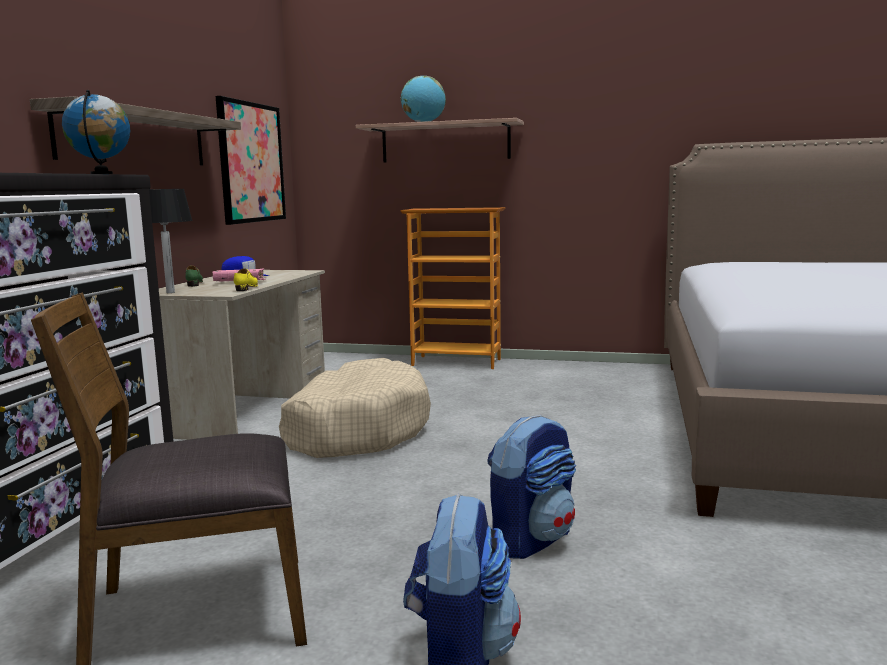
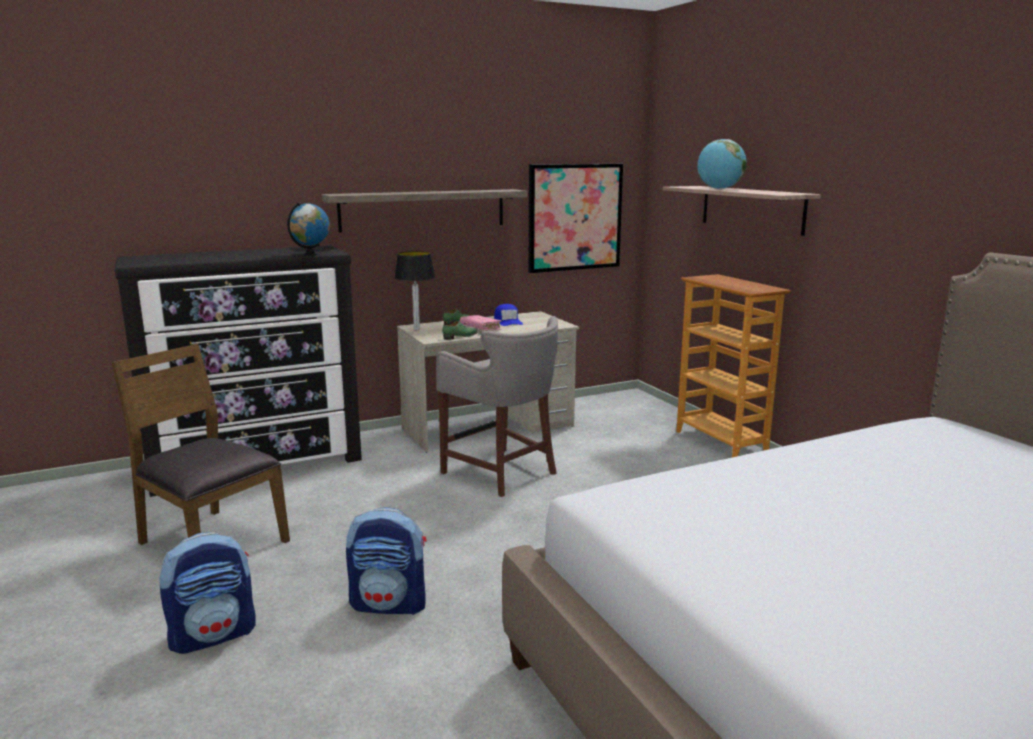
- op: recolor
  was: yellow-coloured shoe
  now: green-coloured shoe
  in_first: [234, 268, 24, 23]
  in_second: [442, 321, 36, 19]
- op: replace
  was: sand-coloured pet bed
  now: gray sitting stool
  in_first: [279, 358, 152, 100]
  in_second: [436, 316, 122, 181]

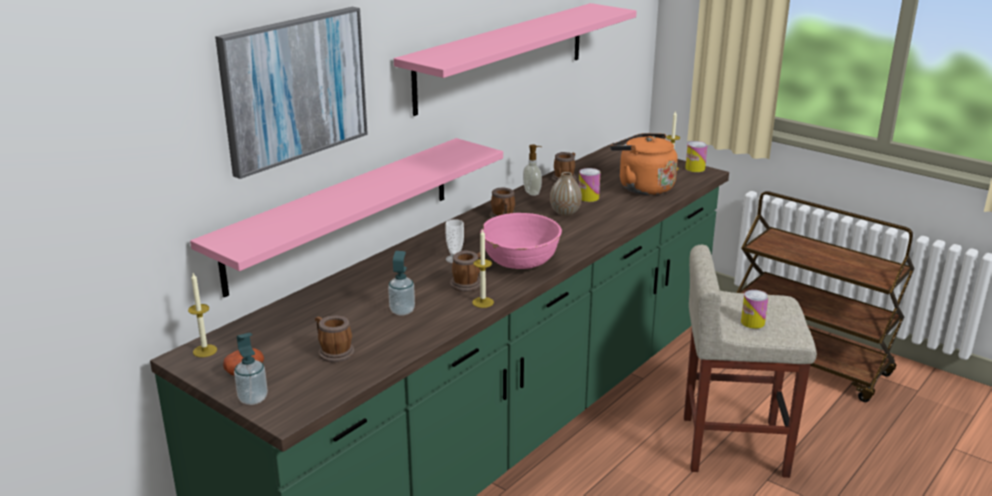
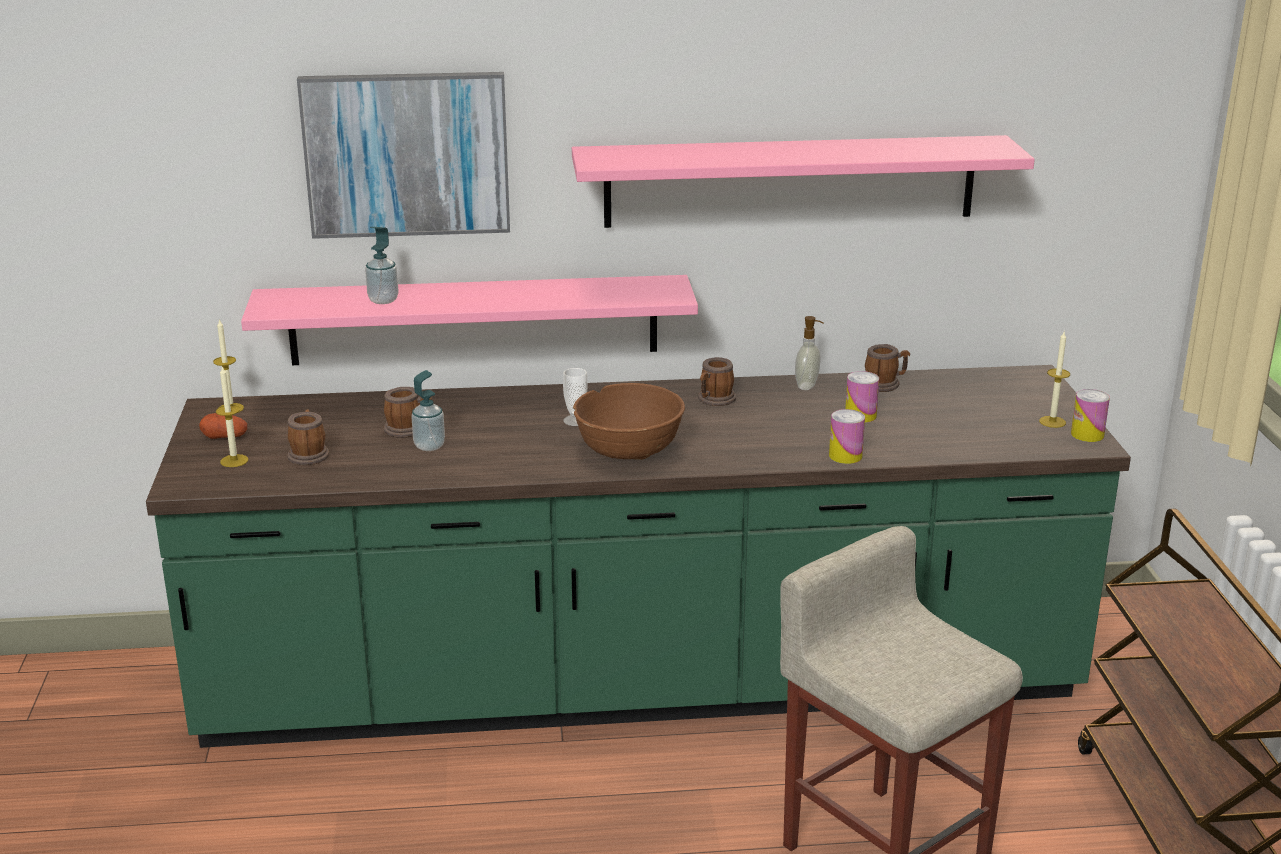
- op: delete
  was: orange-coloured tea kettle
  in_first: [610, 133, 68, 62]
- op: delete
  was: decorative vase
  in_first: [550, 172, 32, 44]
- op: recolor
  was: pink deep dish
  now: brownish deep dish
  in_first: [481, 213, 81, 56]
  in_second: [573, 383, 112, 77]
- op: move
  was: wax candle
  in_first: [472, 229, 22, 79]
  in_second: [216, 366, 32, 101]
- op: move
  was: coffee mug
  in_first: [450, 250, 30, 42]
  in_second: [384, 387, 48, 51]
- op: move
  was: sealed can
  in_first: [741, 290, 28, 39]
  in_second: [829, 409, 36, 55]
- op: move
  was: soap dispenser
  in_first: [234, 332, 34, 73]
  in_second: [365, 227, 34, 77]

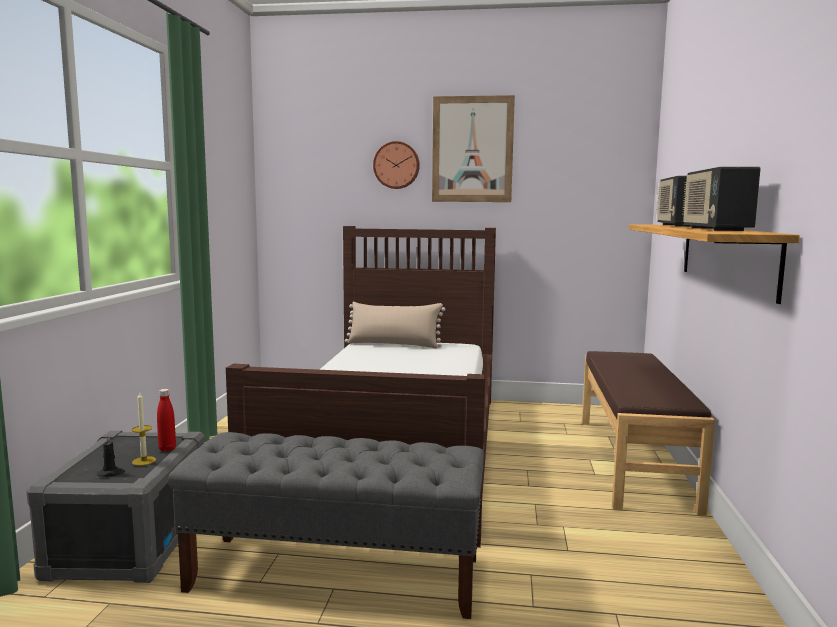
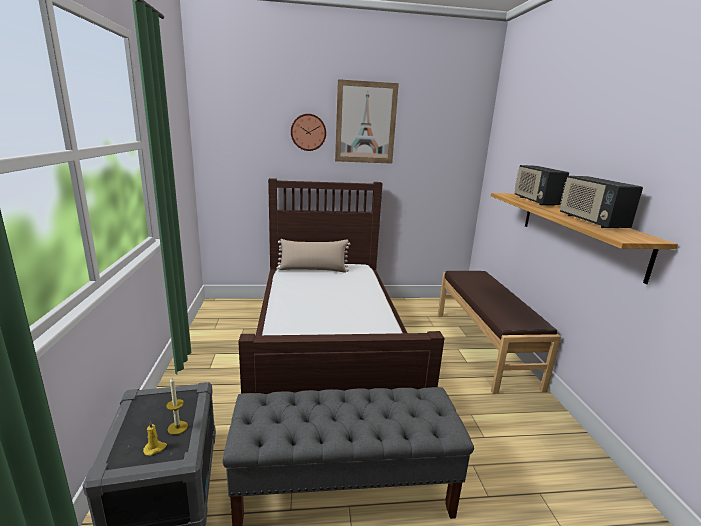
- op: delete
  was: reddish drink bottle
  in_first: [157, 389, 19, 63]
- op: recolor
  was: blackish wax candle
  now: yellow-coloured wax candle
  in_first: [97, 435, 28, 42]
  in_second: [143, 421, 24, 34]

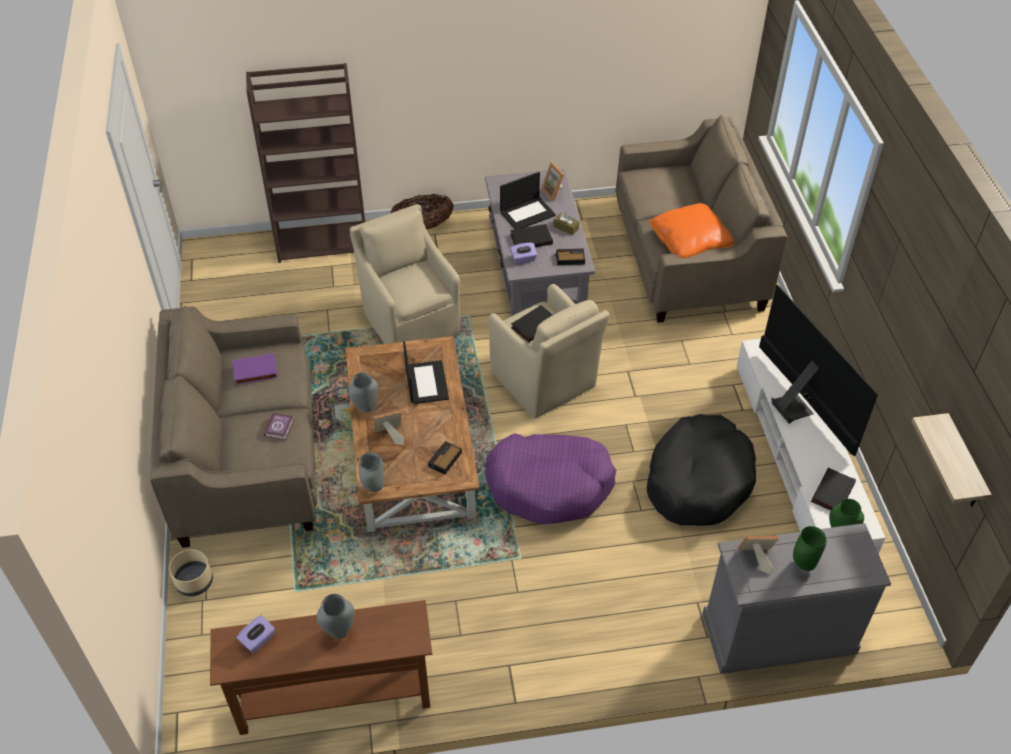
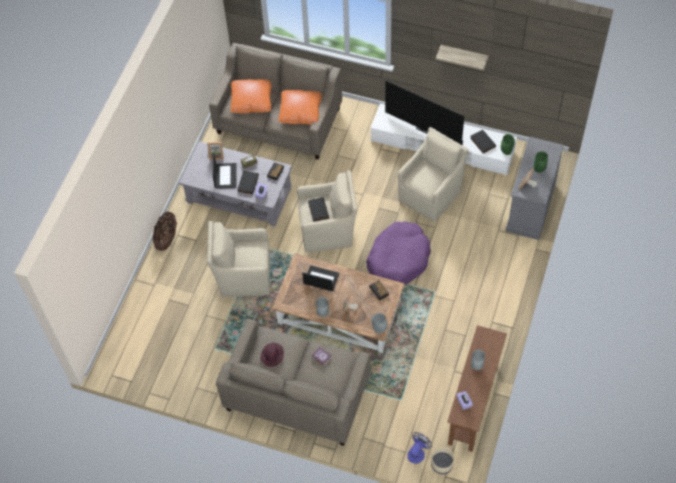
- op: delete
  was: brownish bookcase
  in_first: [246, 63, 119, 200]
- op: rotate
  was: TV
  in_first: [759, 284, 119, 172]
  in_second: [385, 81, 79, 64]
  clockwise: -150
- op: replace
  was: purple-coloured book
  now: purple-coloured clothing hat
  in_first: [232, 354, 46, 31]
  in_second: [260, 343, 24, 24]
- op: move
  was: wall shelf
  in_first: [912, 413, 80, 94]
  in_second: [436, 45, 53, 26]
- op: replace
  was: blackish pet bed
  now: sand-coloured easy chair
  in_first: [647, 414, 109, 112]
  in_second: [398, 127, 70, 95]
- op: move
  was: sand-coloured planter
  in_first: [169, 549, 44, 47]
  in_second: [431, 447, 23, 27]
- op: insert
  now: orange-coloured throw pillow
  in_second: [231, 79, 40, 35]
- op: insert
  now: cooling fan
  in_second: [407, 432, 25, 32]

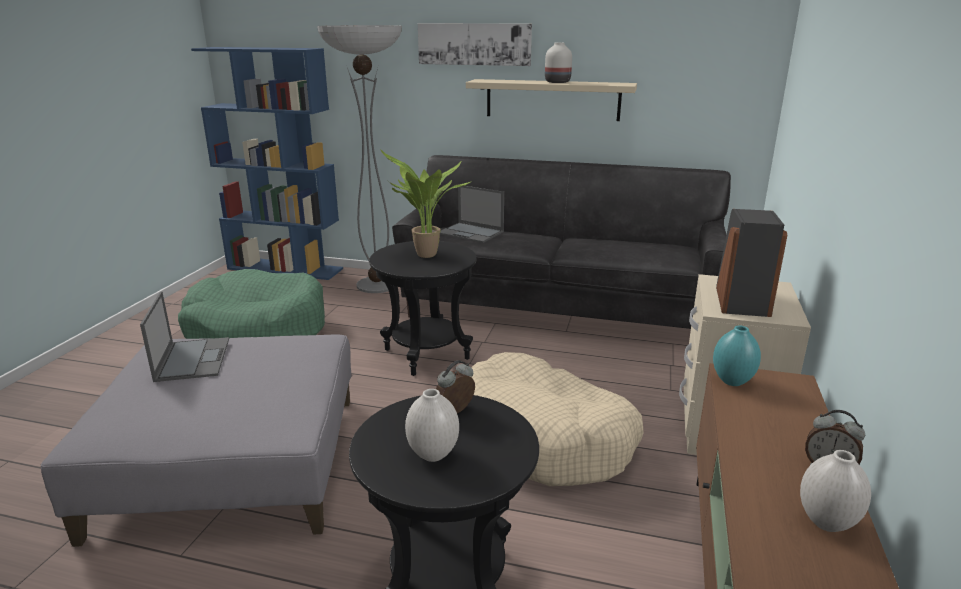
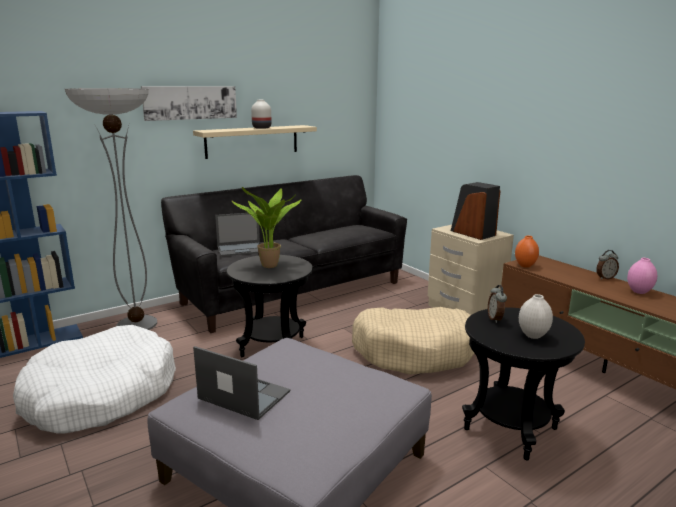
- op: recolor
  was: green-coloured pet bed
  now: white-coloured pet bed
  in_first: [178, 269, 147, 70]
  in_second: [13, 325, 163, 109]
- op: recolor
  was: turquoise-coloured decorative vase
  now: orange-coloured decorative vase
  in_first: [713, 325, 48, 61]
  in_second: [515, 236, 24, 32]
- op: recolor
  was: white-coloured decorative vase
  now: pink decorative vase
  in_first: [800, 450, 71, 82]
  in_second: [627, 258, 30, 36]

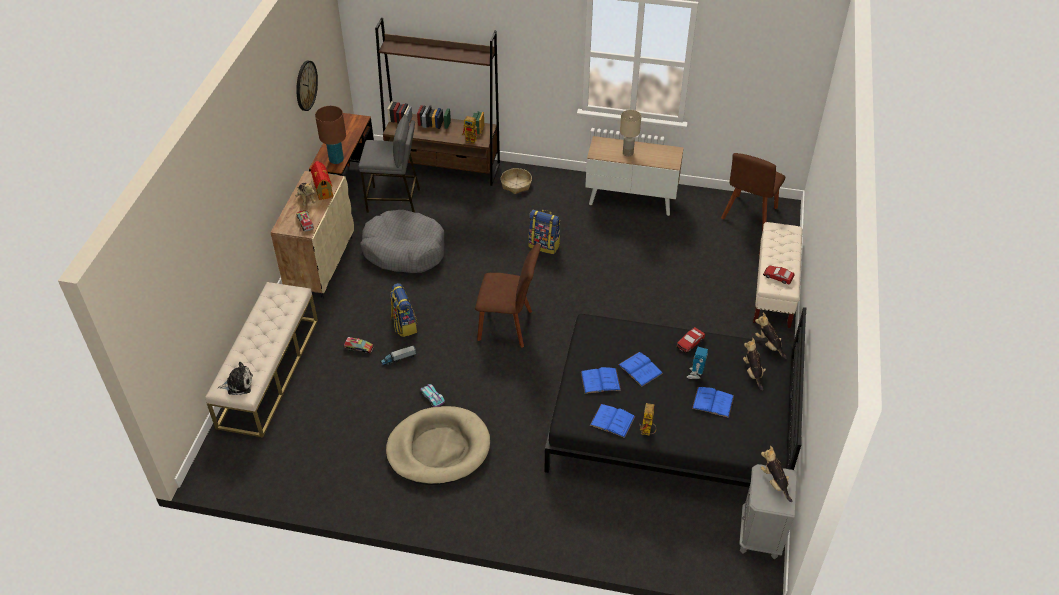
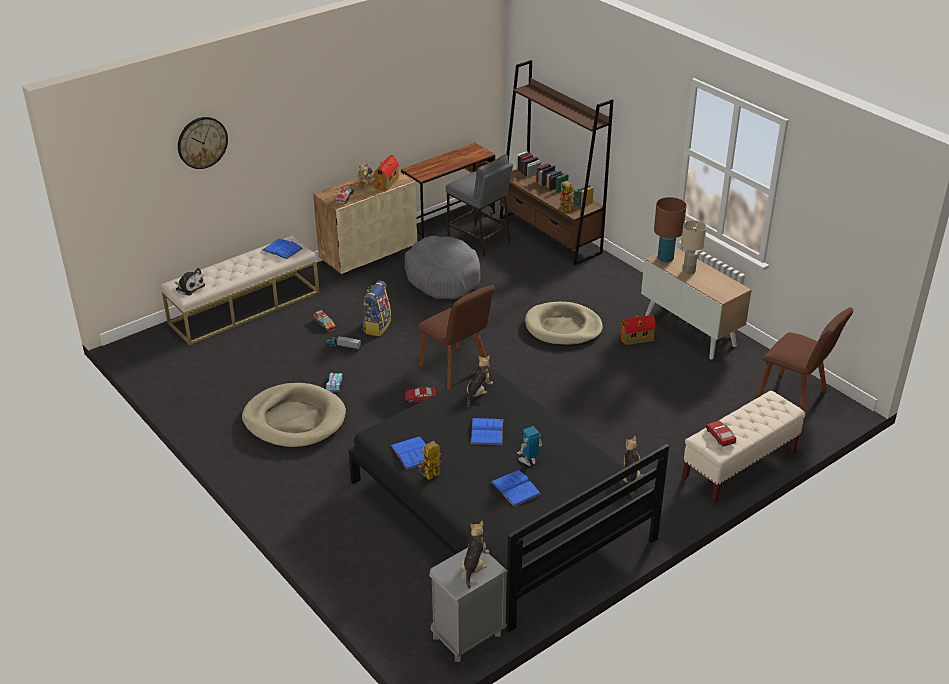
- op: move
  was: clock on the wall
  in_first: [296, 61, 22, 50]
  in_second: [178, 117, 50, 52]
- op: move
  was: brownish tabletop lamp
  in_first: [315, 106, 31, 58]
  in_second: [654, 197, 33, 65]
- op: rotate
  was: brownish upright chair
  in_first: [721, 153, 64, 78]
  in_second: [757, 307, 96, 105]
  clockwise: -120
- op: delete
  was: storage basket
  in_first: [501, 168, 31, 26]
- op: replace
  was: knapsack
  now: sand-coloured pet bed
  in_first: [528, 210, 32, 44]
  in_second: [525, 302, 78, 44]
- op: move
  was: toy car
  in_first: [677, 327, 28, 26]
  in_second: [405, 387, 31, 16]
- op: move
  was: plush toy
  in_first: [743, 338, 23, 52]
  in_second: [467, 356, 26, 51]
- op: move
  was: bluish book
  in_first: [581, 367, 40, 27]
  in_second: [263, 239, 40, 20]
- op: insert
  now: miniature house
  in_second: [620, 315, 36, 30]

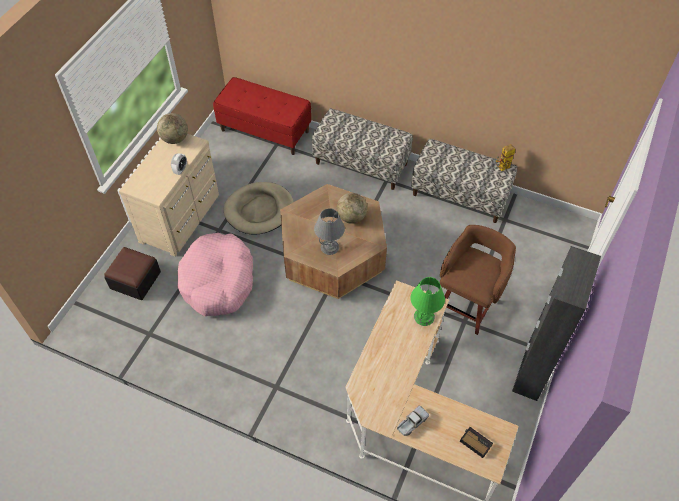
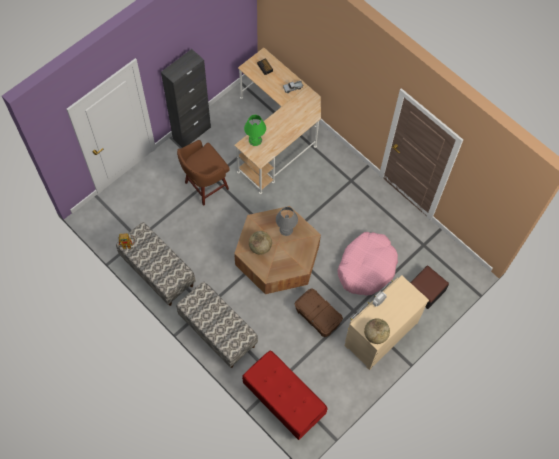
- op: replace
  was: sand-coloured pet bed
  now: brownish storage box
  in_first: [224, 182, 70, 53]
  in_second: [295, 288, 48, 49]

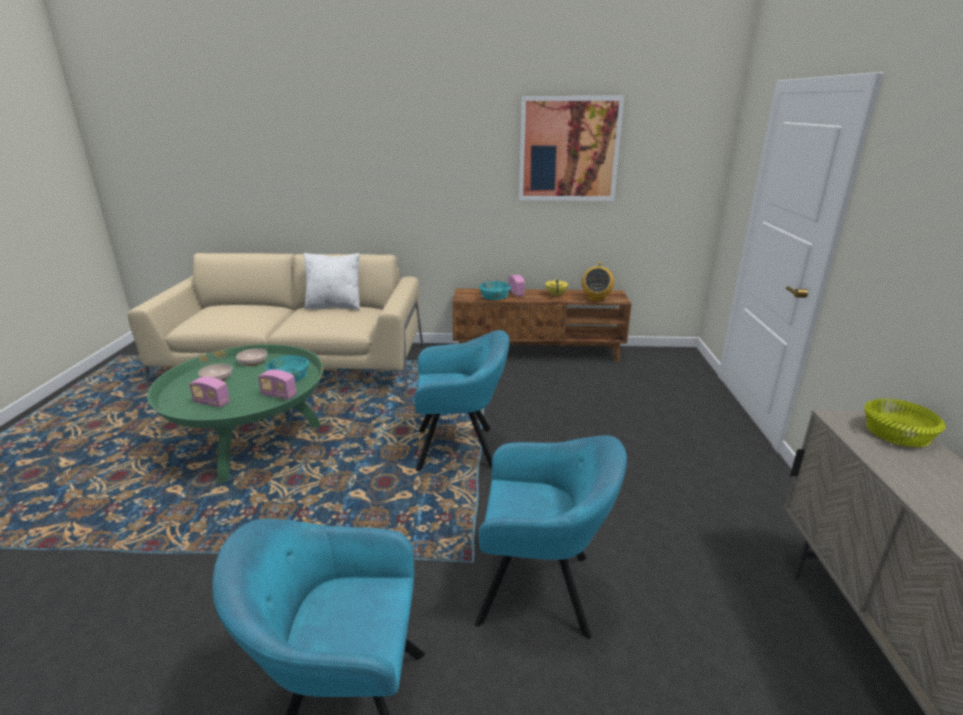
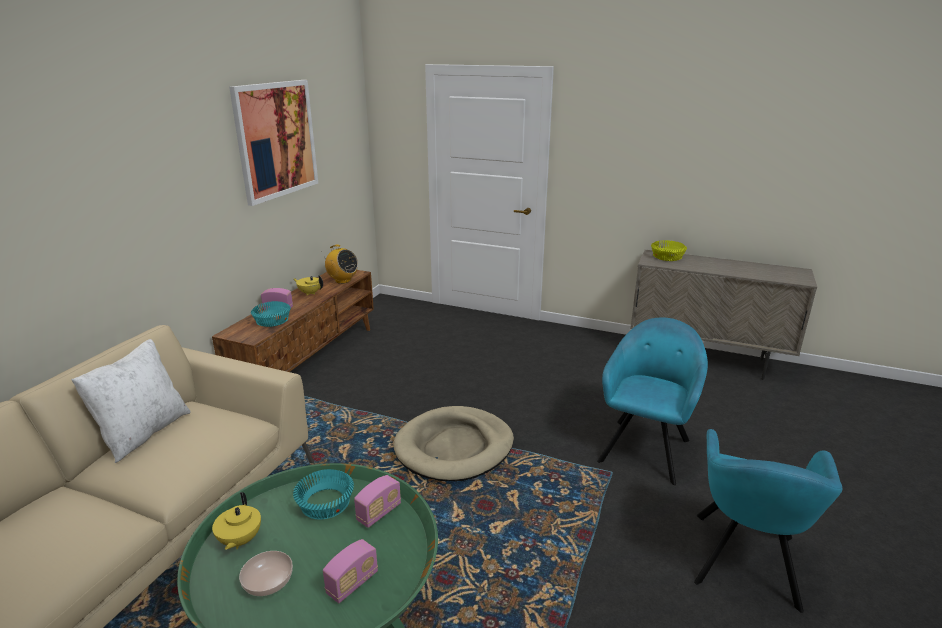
- op: replace
  was: turquoise-coloured easy chair
  now: sand-coloured pet bed
  in_first: [415, 330, 94, 141]
  in_second: [393, 406, 121, 75]
- op: replace
  was: deep dish
  now: yellow-coloured pot for tea
  in_first: [236, 348, 31, 18]
  in_second: [212, 492, 49, 58]

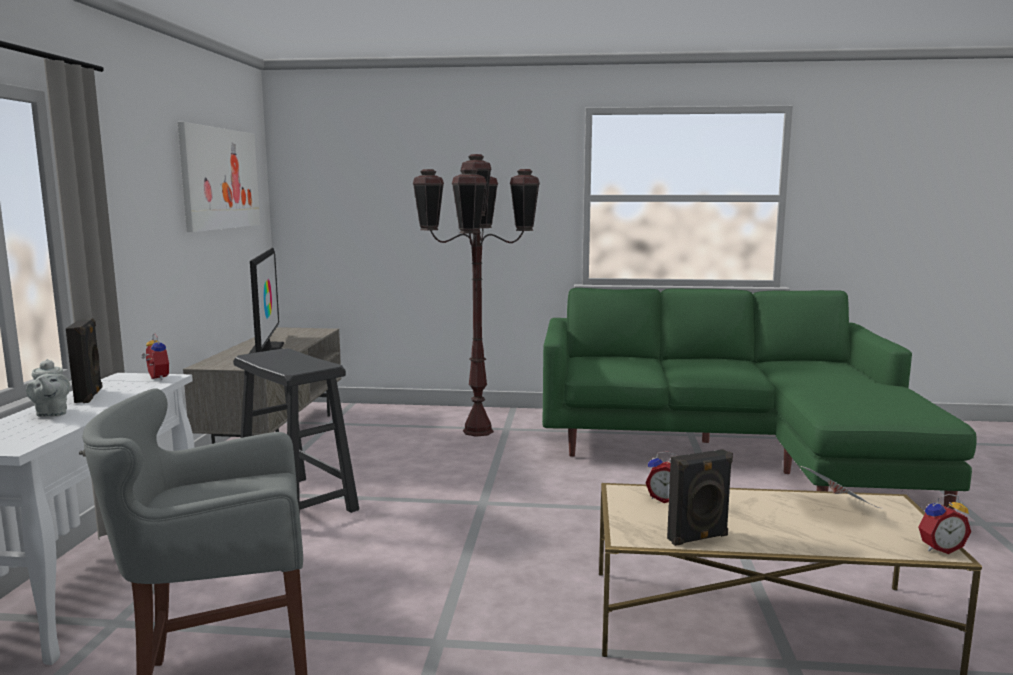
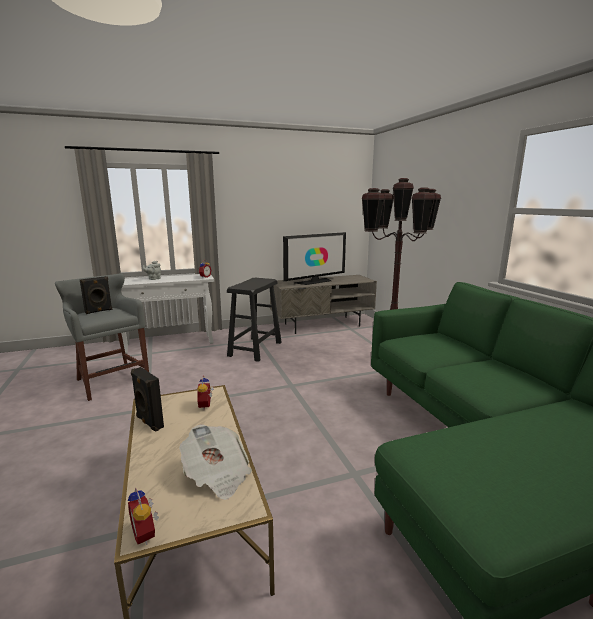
- op: delete
  was: wall art
  in_first: [178, 122, 82, 110]
- op: move
  was: blackish speaker
  in_first: [66, 318, 37, 85]
  in_second: [80, 276, 32, 38]

